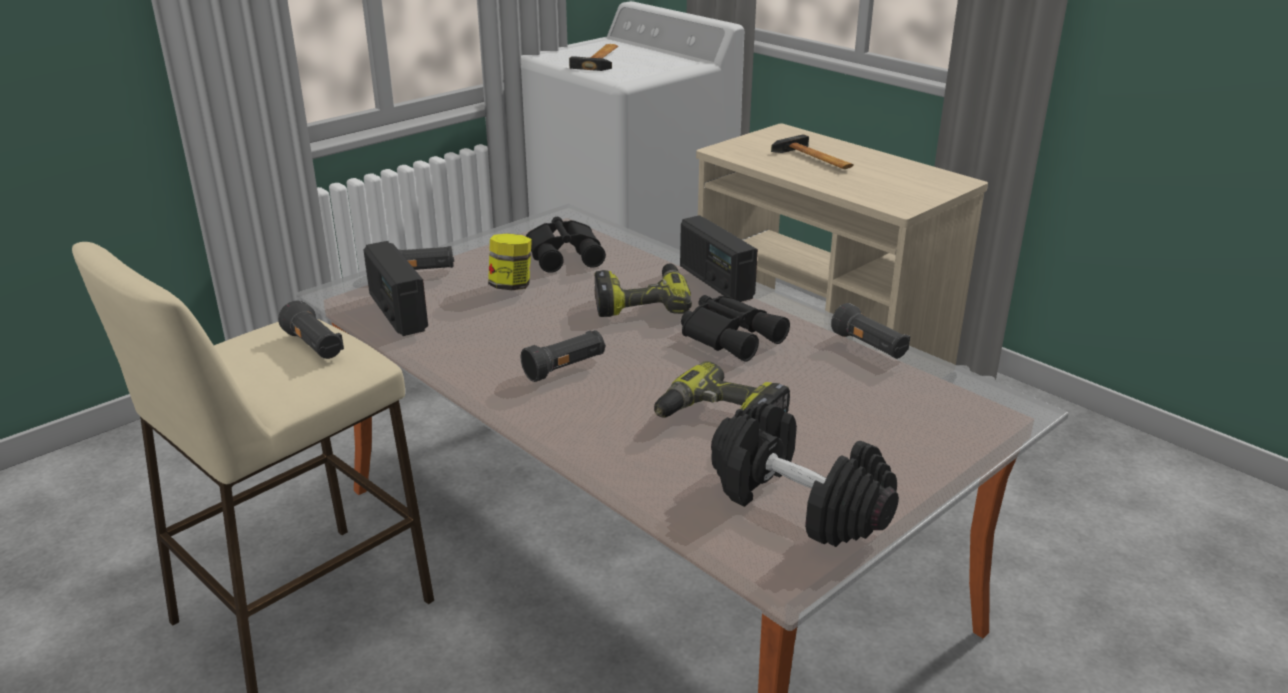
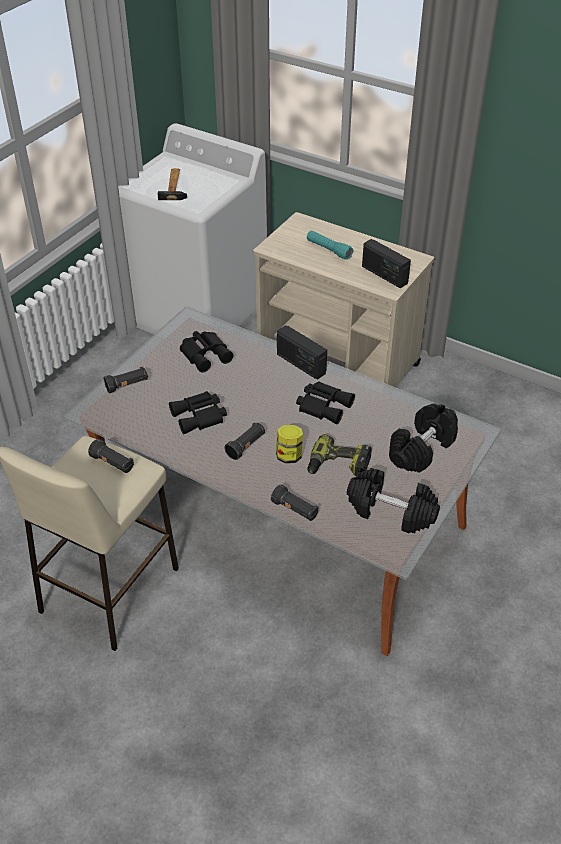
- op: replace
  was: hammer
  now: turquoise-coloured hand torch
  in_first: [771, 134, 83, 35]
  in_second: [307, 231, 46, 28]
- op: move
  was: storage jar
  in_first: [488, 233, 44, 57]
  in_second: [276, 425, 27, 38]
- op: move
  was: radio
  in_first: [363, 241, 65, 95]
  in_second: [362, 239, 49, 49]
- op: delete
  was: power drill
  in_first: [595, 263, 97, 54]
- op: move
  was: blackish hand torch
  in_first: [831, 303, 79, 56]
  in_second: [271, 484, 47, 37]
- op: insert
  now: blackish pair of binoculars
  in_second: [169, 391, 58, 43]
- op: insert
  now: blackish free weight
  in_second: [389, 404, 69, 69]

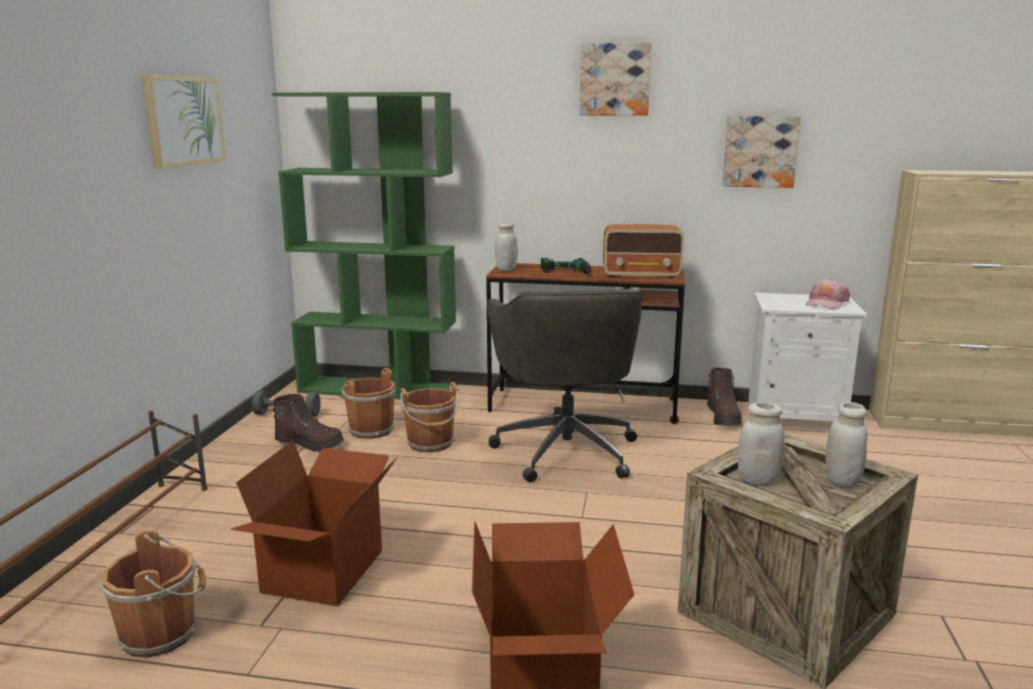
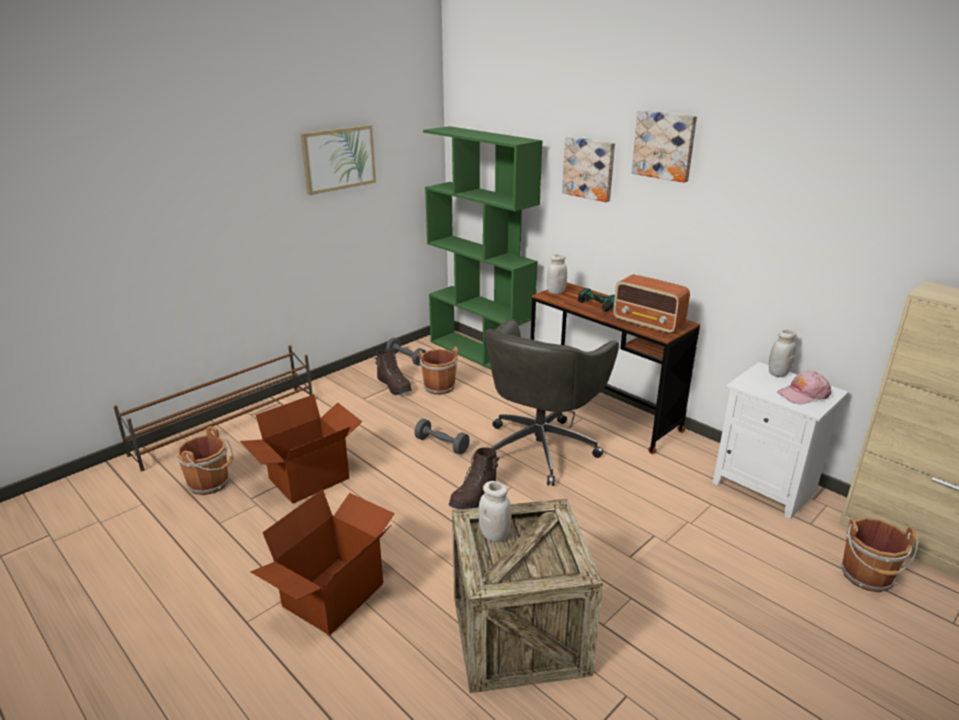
- op: move
  was: wall art
  in_first: [723, 116, 78, 72]
  in_second: [562, 137, 53, 65]
- op: move
  was: brownish boot
  in_first: [707, 368, 35, 57]
  in_second: [449, 447, 51, 63]
- op: move
  was: brownish bucket
  in_first: [400, 382, 60, 70]
  in_second: [841, 517, 78, 75]
- op: move
  was: white-coloured storage jar
  in_first: [825, 402, 43, 85]
  in_second: [769, 330, 27, 47]
- op: insert
  now: gray free weight
  in_second: [414, 419, 56, 35]

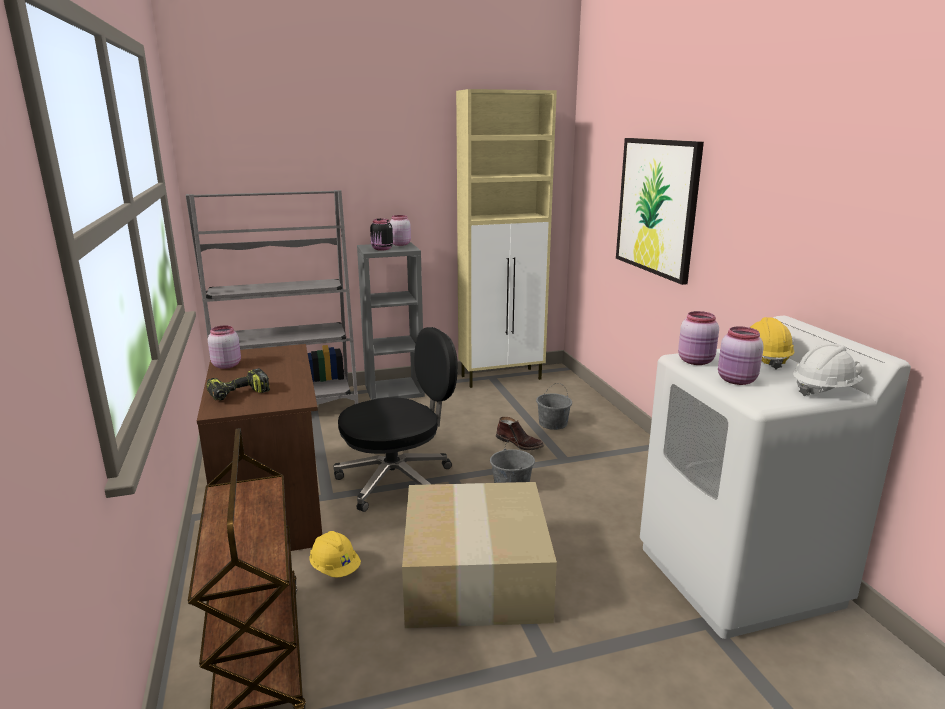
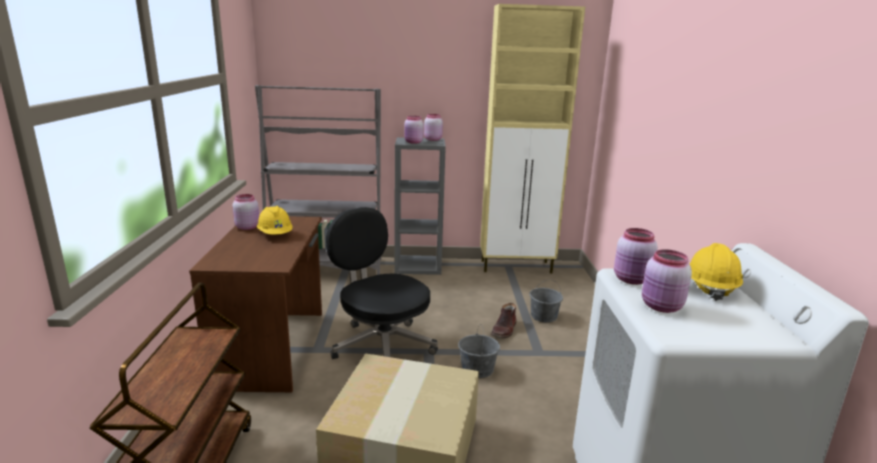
- op: delete
  was: wall art
  in_first: [616, 138, 88, 147]
- op: recolor
  was: blackish storage jar
  now: pink storage jar
  in_first: [370, 219, 23, 31]
  in_second: [404, 116, 20, 28]
- op: rotate
  was: blackish office chair
  in_first: [333, 327, 125, 185]
  in_second: [326, 207, 112, 152]
  clockwise: -120
- op: delete
  was: white-coloured safety helmet
  in_first: [793, 343, 70, 54]
- op: delete
  was: power drill
  in_first: [207, 368, 63, 33]
- op: rotate
  was: brownish boot
  in_first: [496, 417, 48, 33]
  in_second: [491, 303, 25, 35]
  clockwise: 60
- op: move
  was: yellow-coloured safety helmet
  in_first: [310, 531, 51, 47]
  in_second: [257, 206, 35, 29]

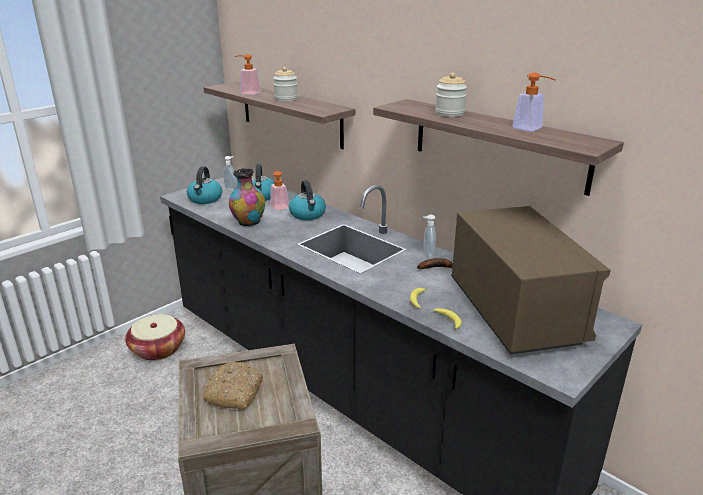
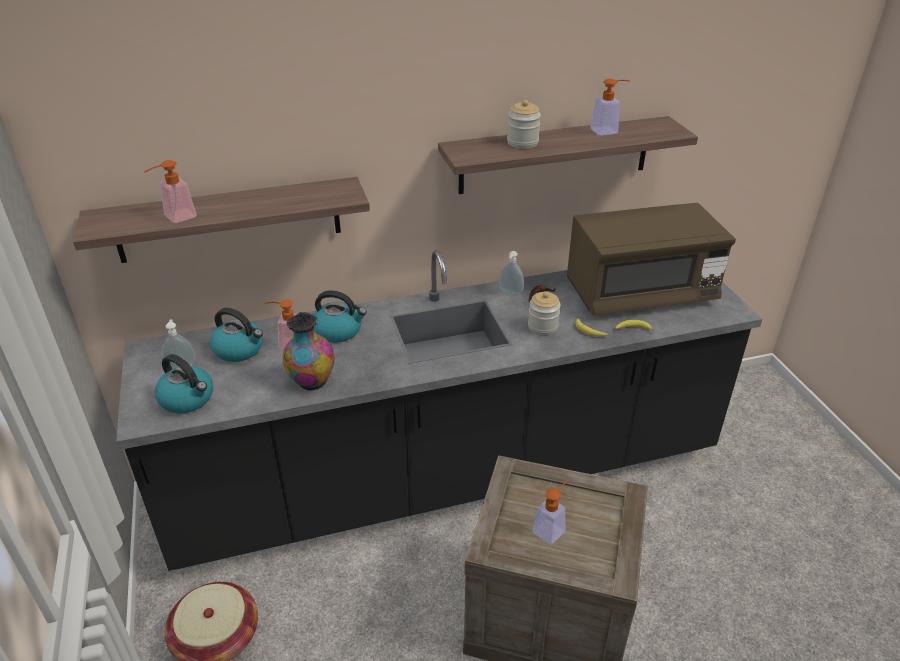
- op: move
  was: storage jar
  in_first: [273, 67, 25, 34]
  in_second: [528, 292, 33, 43]
- op: rotate
  was: brownish microwave oven
  in_first: [451, 206, 160, 149]
  in_second: [567, 203, 169, 112]
  clockwise: 150
- op: replace
  was: bread
  now: soap dispenser
  in_first: [203, 361, 60, 49]
  in_second: [532, 480, 36, 65]

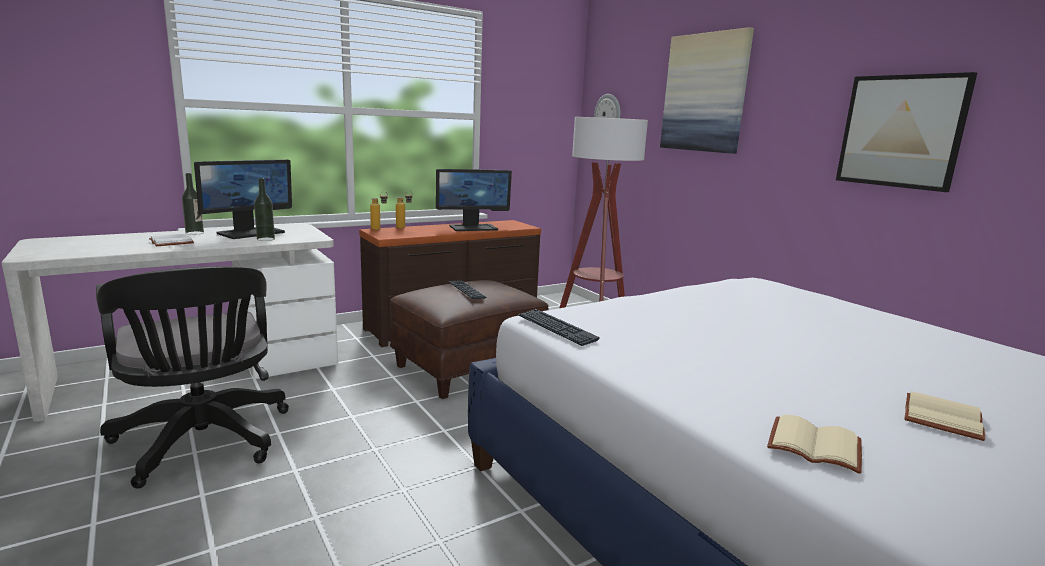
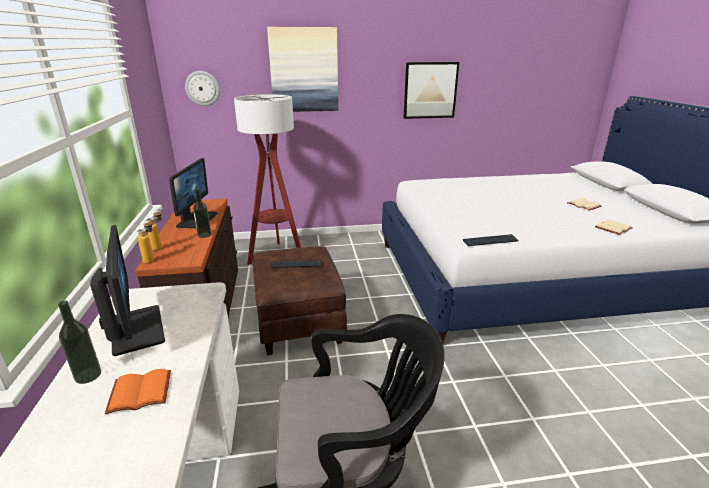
- op: move
  was: drink bottle
  in_first: [254, 178, 21, 63]
  in_second: [193, 189, 18, 49]
- op: recolor
  was: white-coloured book
  now: orange-coloured book
  in_first: [149, 234, 45, 12]
  in_second: [105, 369, 66, 46]

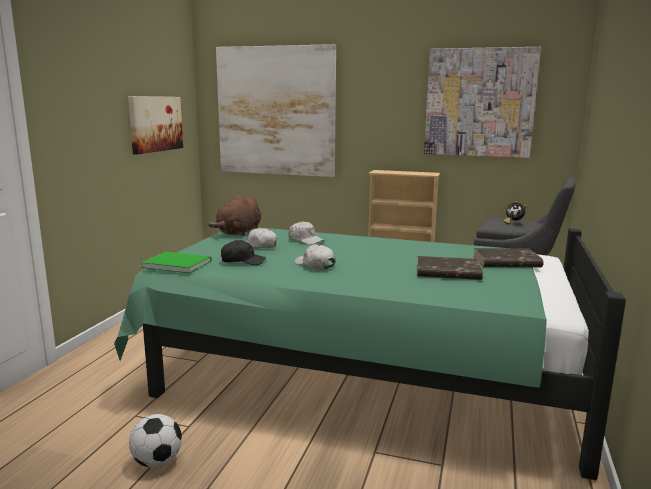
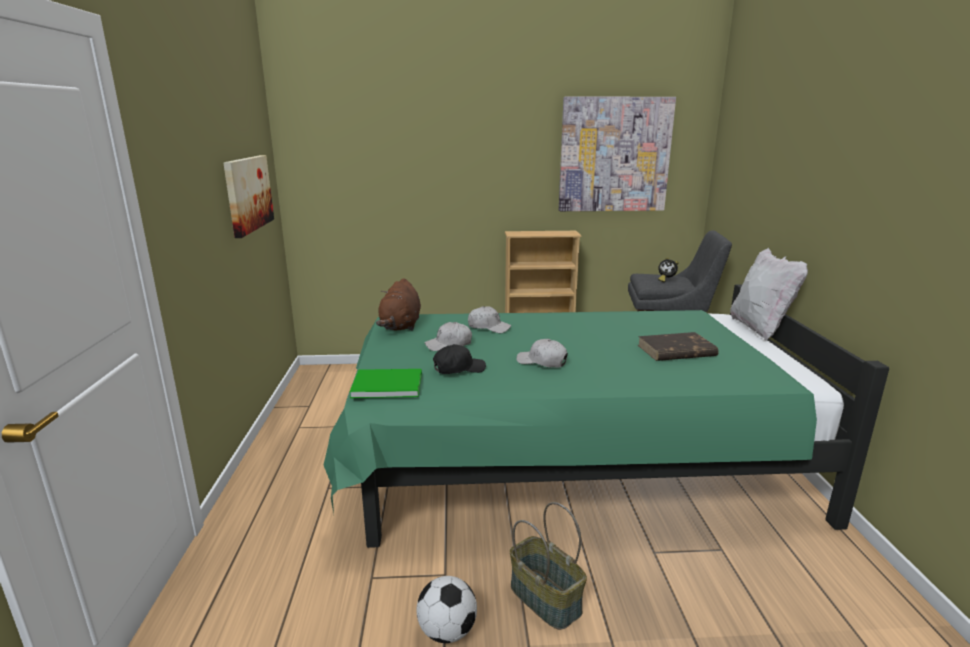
- op: delete
  was: wall art
  in_first: [216, 44, 120, 133]
- op: delete
  was: brownish book
  in_first: [473, 248, 70, 19]
- op: insert
  now: white-coloured throw pillow
  in_second: [730, 248, 78, 92]
- op: insert
  now: storage basket
  in_second: [510, 502, 77, 128]

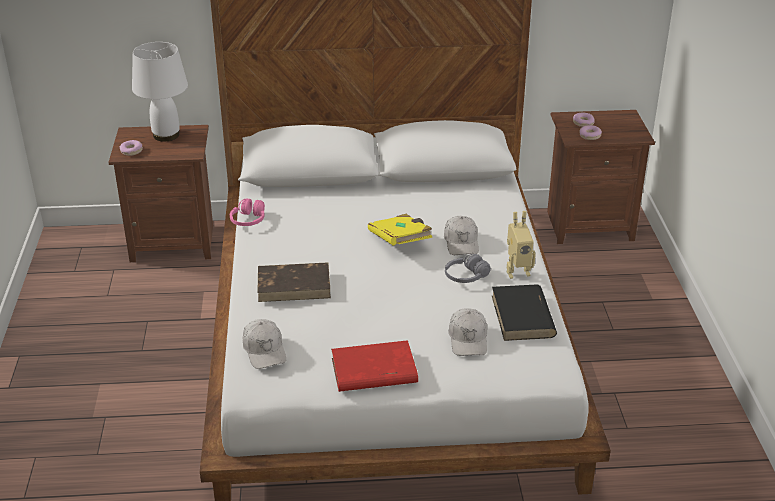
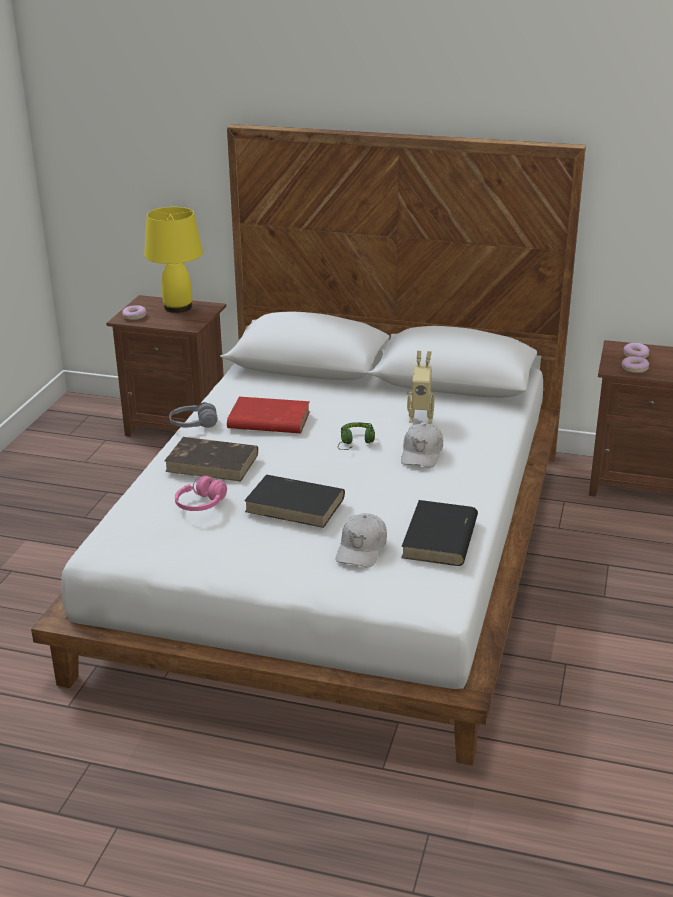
- op: recolor
  was: white-coloured tabletop lamp
  now: yellow-coloured tabletop lamp
  in_first: [132, 42, 56, 100]
  in_second: [144, 207, 59, 106]
- op: move
  was: pink headphones
  in_first: [230, 198, 35, 28]
  in_second: [175, 476, 52, 35]
- op: move
  was: model robot
  in_first: [507, 211, 29, 68]
  in_second: [407, 350, 28, 74]
- op: replace
  was: yellow-coloured book
  now: green-coloured headphones
  in_first: [368, 214, 64, 32]
  in_second: [338, 422, 37, 28]
- op: move
  was: gray headphones
  in_first: [445, 254, 46, 29]
  in_second: [169, 402, 49, 26]
- op: delete
  was: white-coloured cap
  in_first: [243, 319, 43, 50]
- op: move
  was: reddish book
  in_first: [331, 340, 87, 52]
  in_second: [227, 397, 83, 36]
- op: insert
  now: blackish book
  in_second: [244, 475, 101, 53]

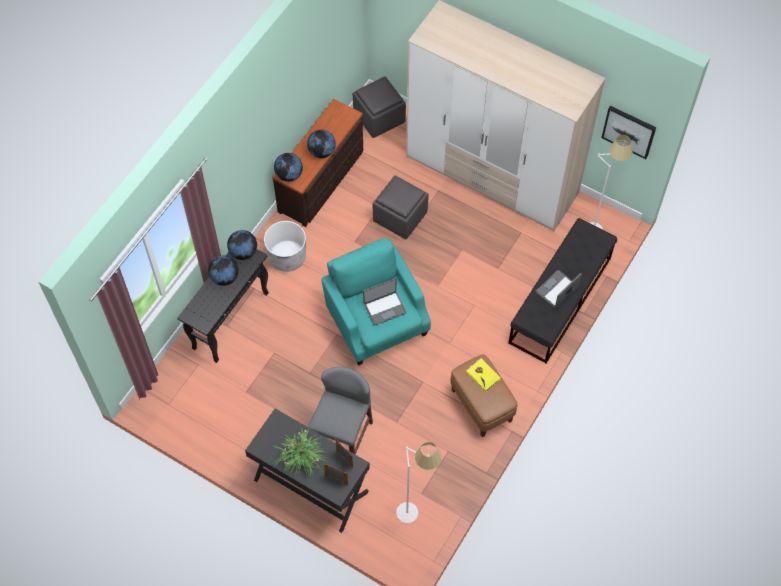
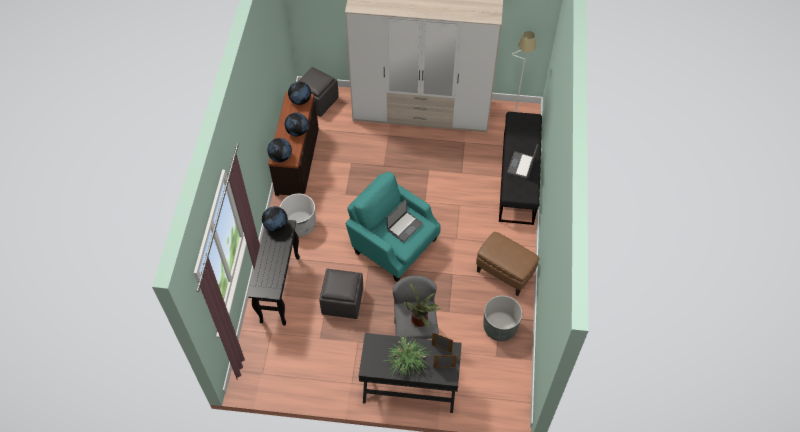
- op: delete
  was: wall art
  in_first: [601, 106, 55, 53]
- op: move
  was: gray footrest
  in_first: [373, 175, 56, 64]
  in_second: [319, 268, 44, 51]
- op: move
  was: world globe
  in_first: [208, 256, 31, 30]
  in_second: [288, 82, 23, 23]
- op: delete
  was: yellow-coloured book
  in_first: [466, 358, 35, 34]
- op: delete
  was: white-coloured standard lamp
  in_first: [396, 442, 45, 81]
- op: insert
  now: plant in a pot
  in_second: [404, 283, 37, 45]
- op: insert
  now: gray planter
  in_second: [483, 295, 39, 46]

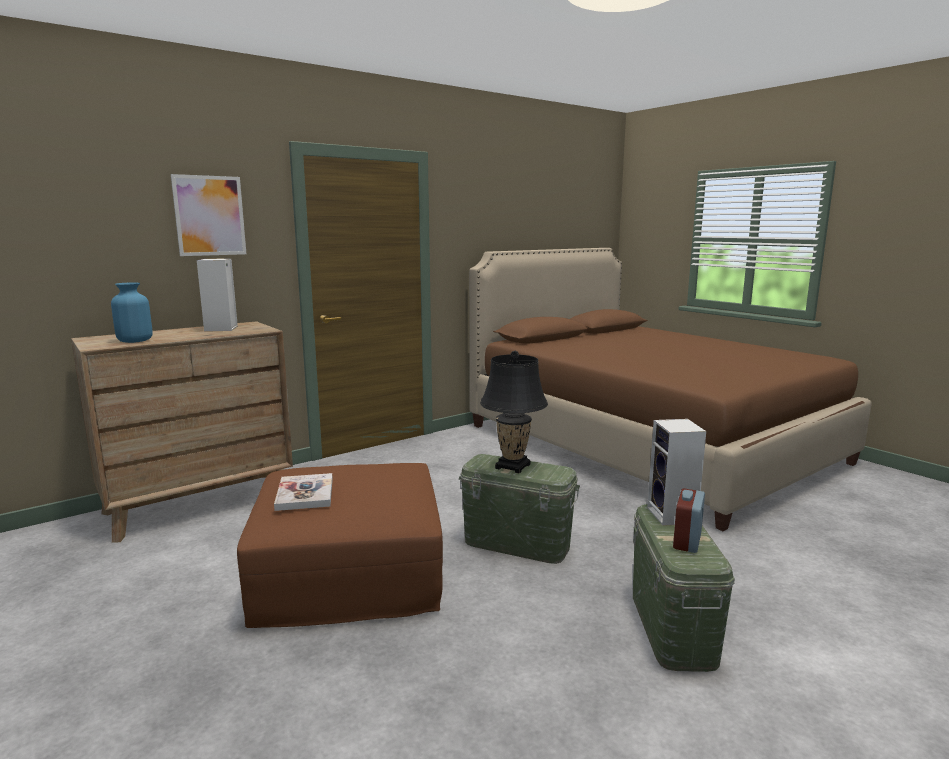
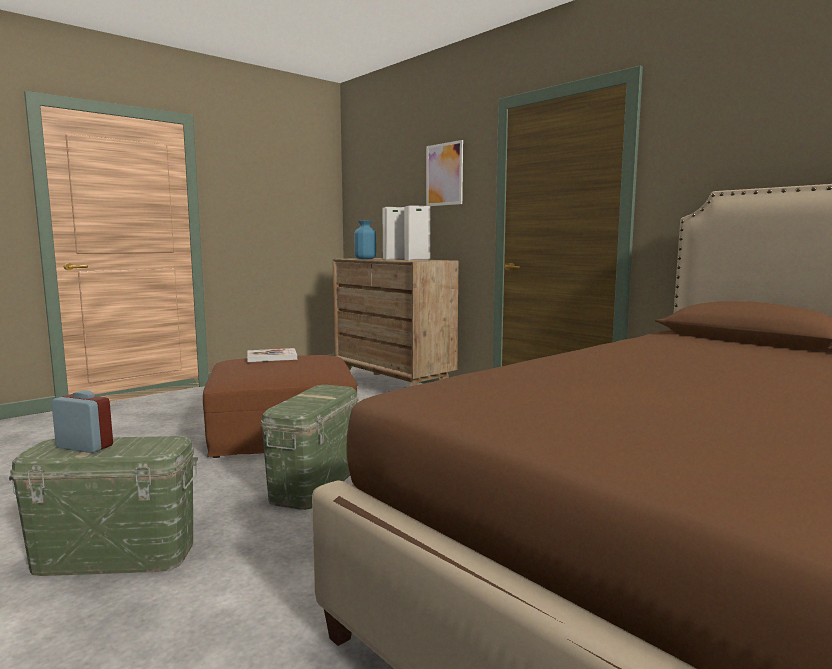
- op: delete
  was: blackish tabletop lamp
  in_first: [480, 351, 68, 123]
- op: move
  was: speaker
  in_first: [647, 419, 59, 107]
  in_second: [382, 207, 22, 53]

